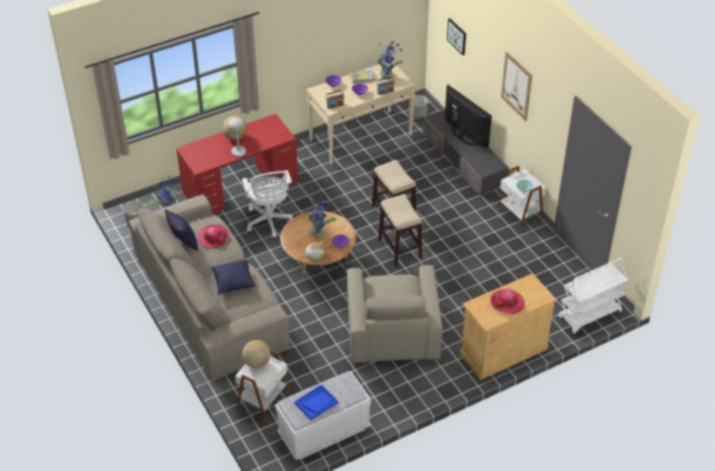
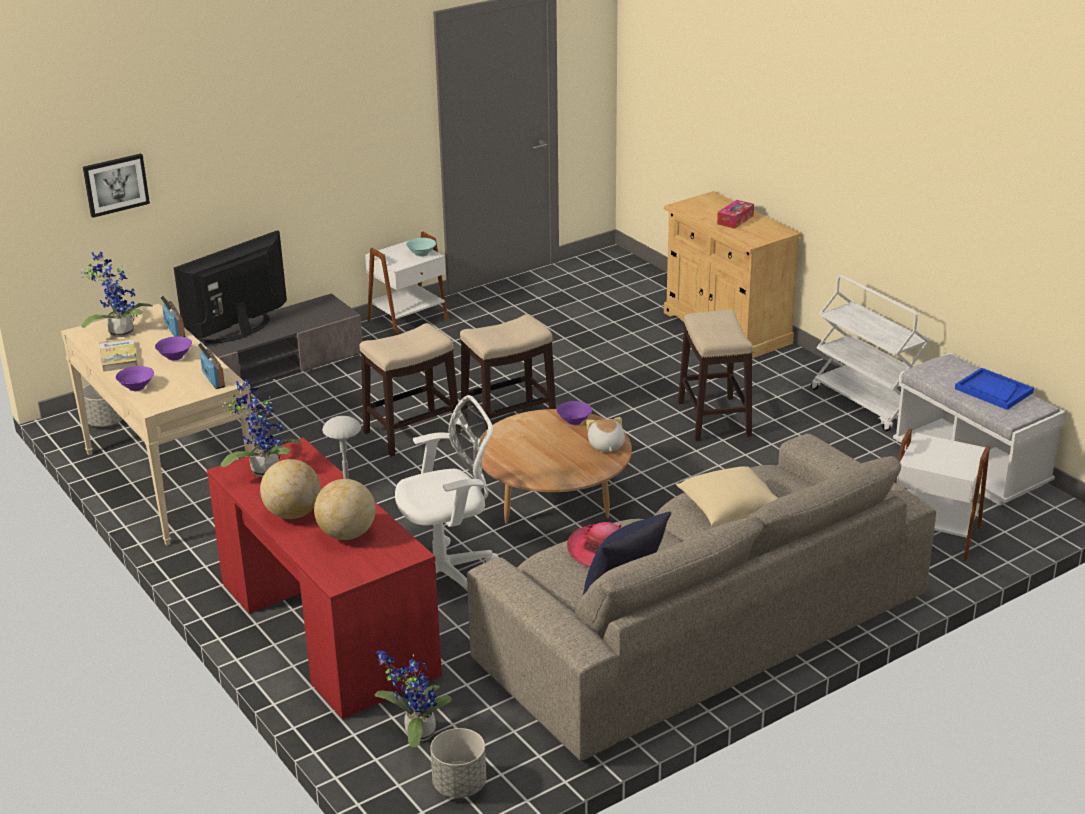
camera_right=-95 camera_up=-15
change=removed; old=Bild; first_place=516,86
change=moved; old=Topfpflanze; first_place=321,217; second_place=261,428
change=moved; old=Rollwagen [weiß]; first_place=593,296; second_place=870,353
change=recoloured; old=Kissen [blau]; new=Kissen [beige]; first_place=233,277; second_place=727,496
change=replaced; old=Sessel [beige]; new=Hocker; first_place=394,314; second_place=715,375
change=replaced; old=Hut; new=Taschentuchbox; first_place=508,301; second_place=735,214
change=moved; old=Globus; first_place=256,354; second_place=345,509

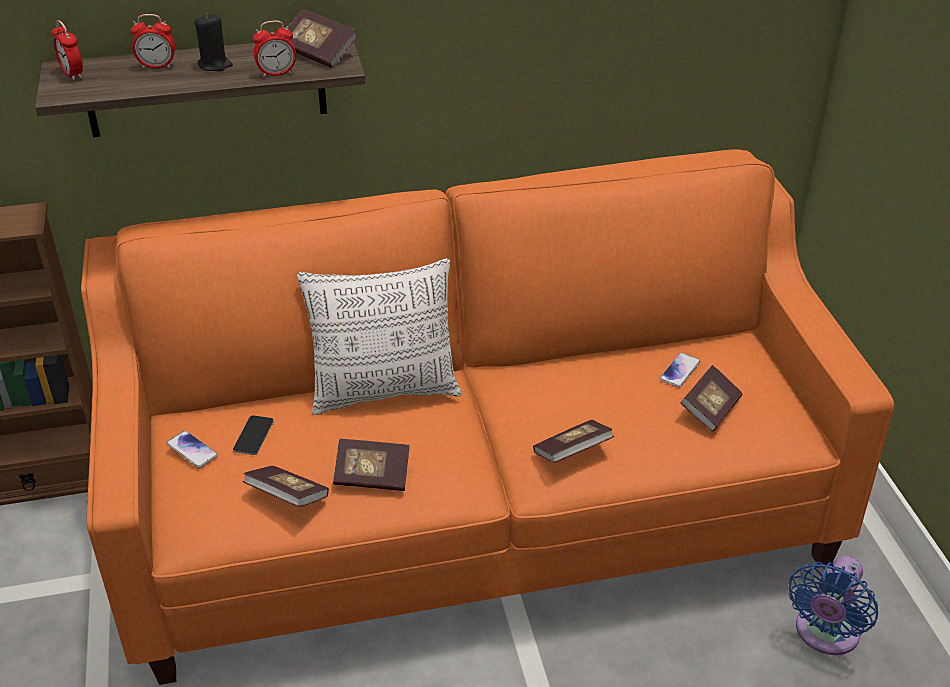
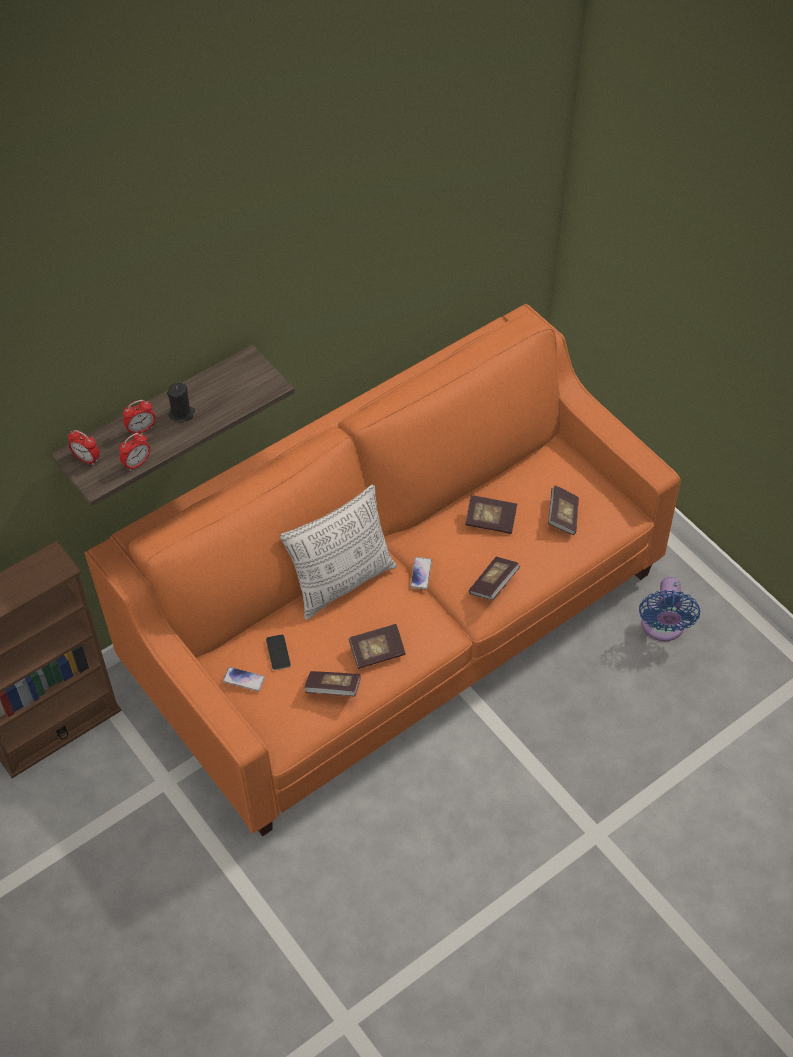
camera_right=-25 camera_up=15
change=moved; old=Buch; first_place=322,38; second_place=491,514
change=moved; old=Wecker; first_place=274,49; second_place=134,452
change=moved; old=Handy; first_place=679,370; second_place=421,573

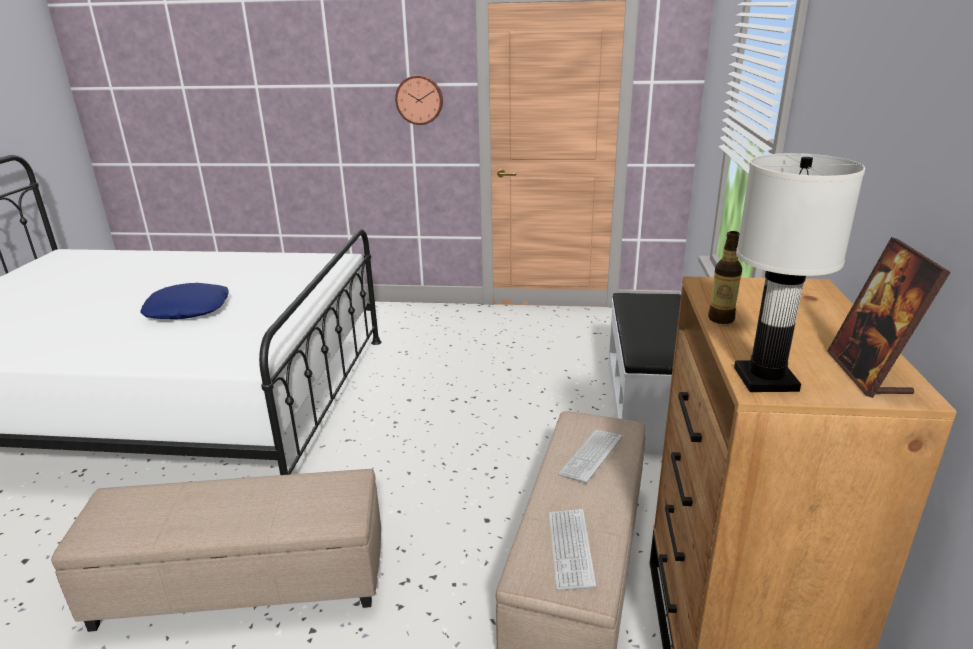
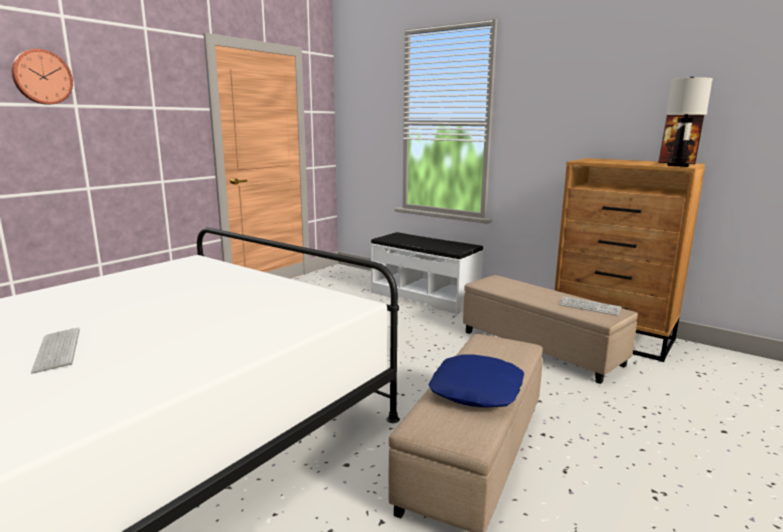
camera_right=-60 camera_up=-10
change=moved; old=Wanduhr; first_place=419,100; second_place=42,77
change=removed; old=Flasche; first_place=725,277
change=moved; old=Kissen [blau]; first_place=184,301; second_place=476,381
change=moved; old=Tastatur; first_place=590,456; second_place=55,350

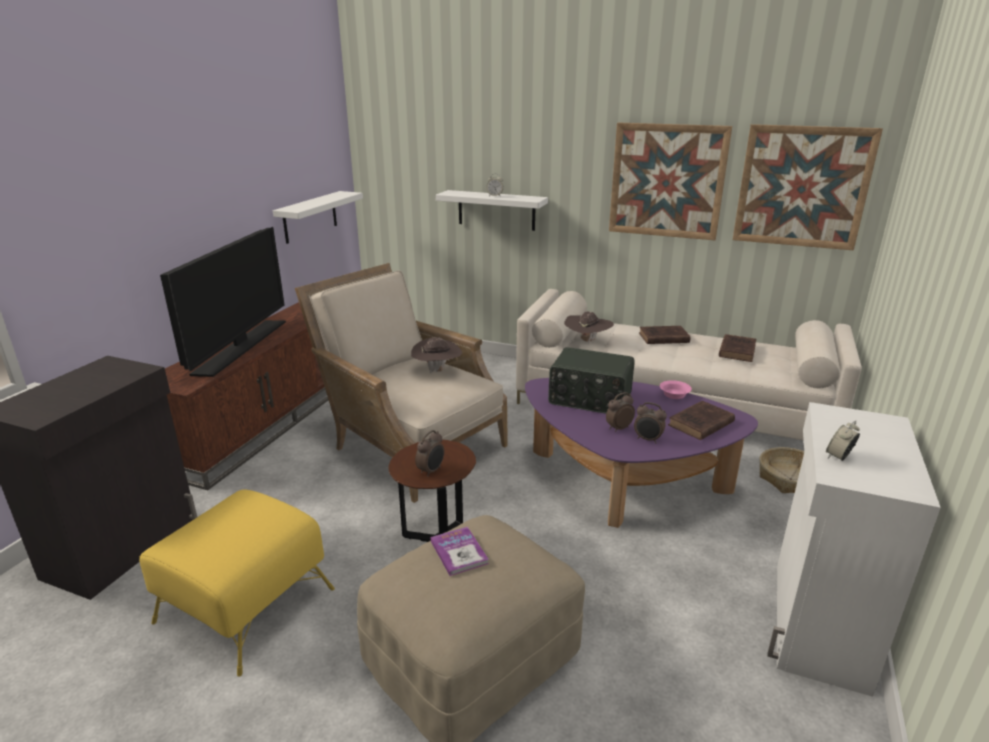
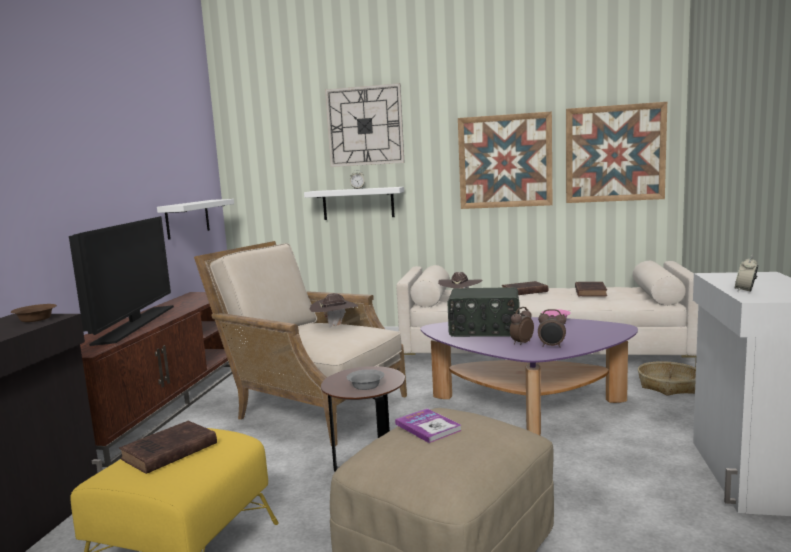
camera_right=-10 camera_up=-15
change=moved; old=Buch [braun]; first_place=701,420; second_place=168,447
change=replaced; old=Wecker; new=Schüssel [grau]; first_place=429,453; second_place=366,379
change=added; new=Wanduhr; second_place=365,125
change=added; new=Schüssel [braun]; second_place=34,313

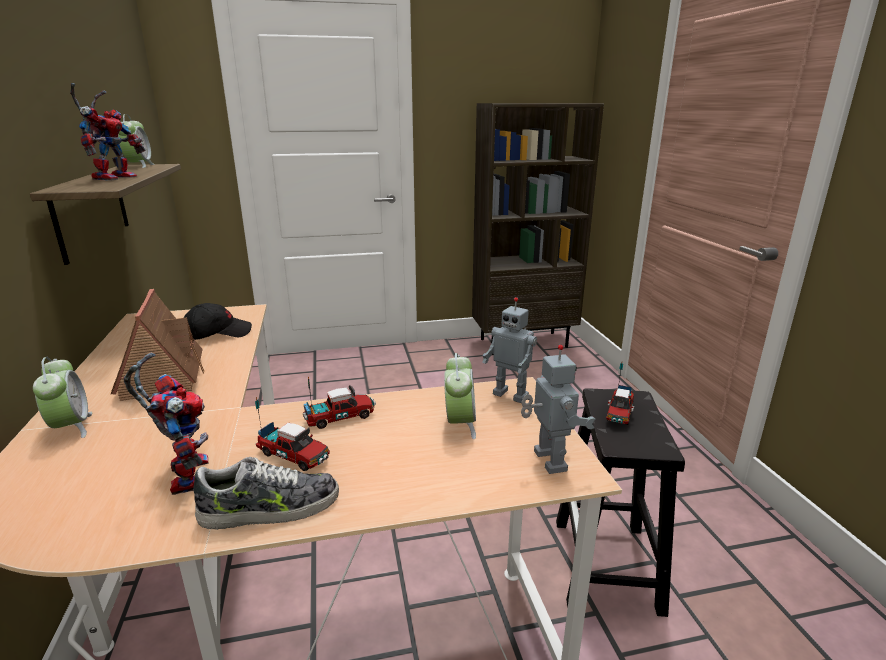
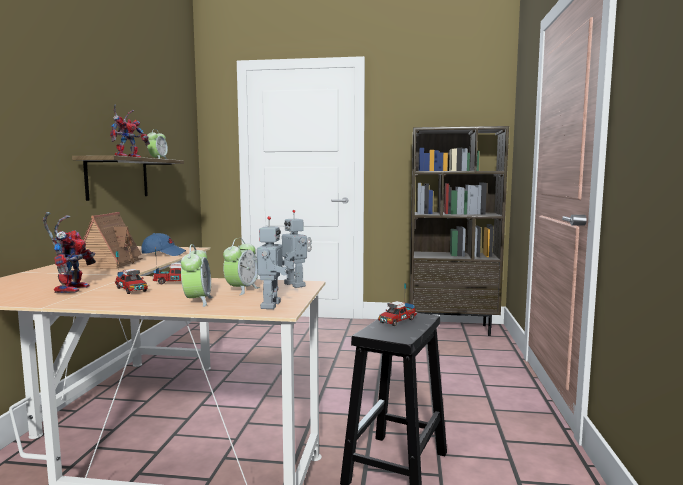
camera_right=20 camera_up=-15
change=recoloured; old=Kappe [schwarz]; new=Kappe [blau]; first_place=218,321; second_place=163,244
change=moved; old=Wecker; first_place=62,397; second_place=196,275
change=removed; old=Schuh; first_place=266,493

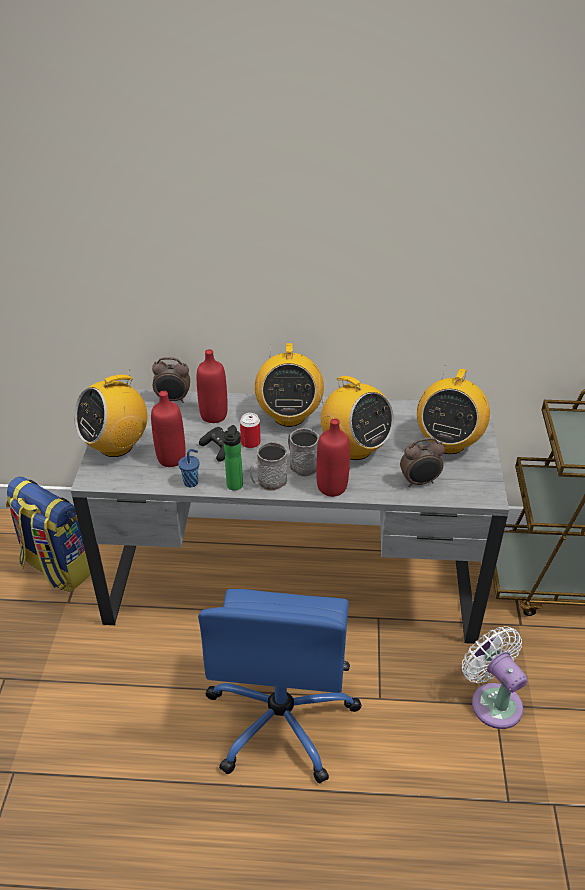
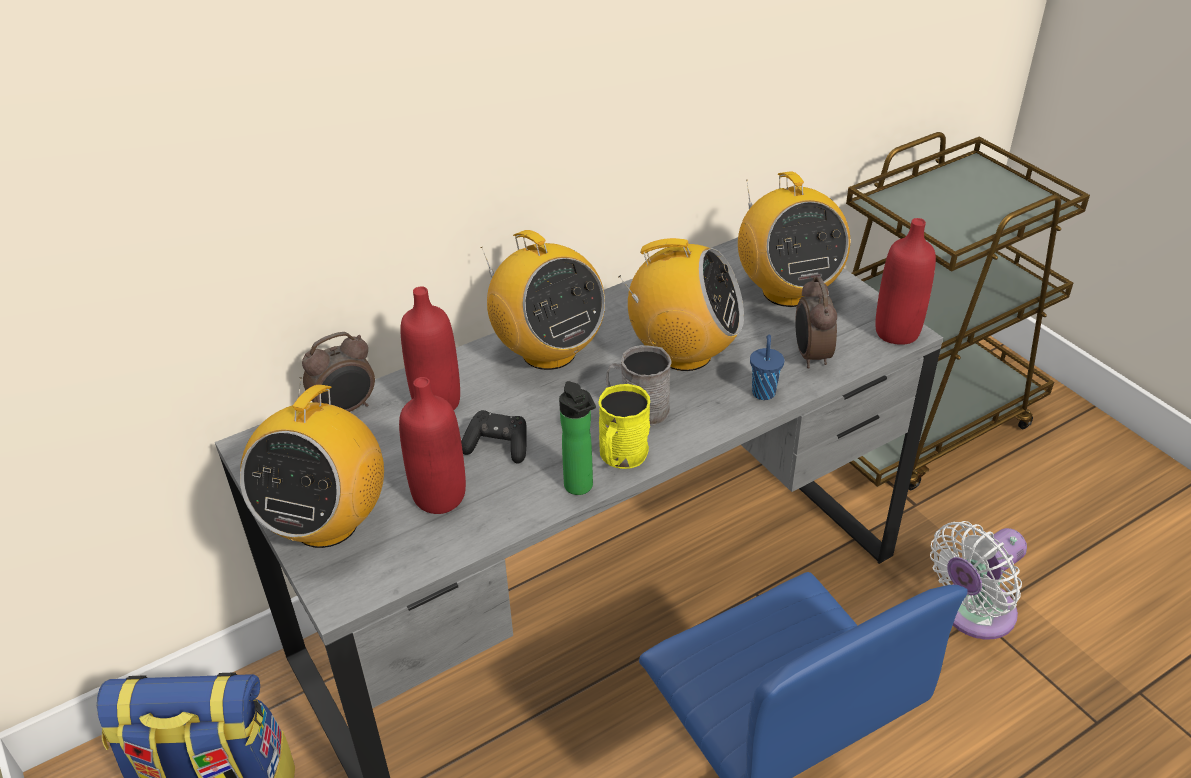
camera_right=-35 camera_up=0
change=removed; old=Dose; first_place=250,430
change=moved; old=Flasche [rot]; first_place=333,457; second_place=905,281
change=turned; old=Wecker; first_place=422,462; second_place=816,322; degrees=135
change=recoloured; old=Henkelbecher [grau]; new=Henkelbecher [gelb]; first_place=268,466; second_place=624,426
change=moved; old=Tasse [blau]; first_place=188,468; second_place=767,367
change=turned; old=Ventilator [weiß]; first_place=495,677; second_place=978,580; degrees=-60

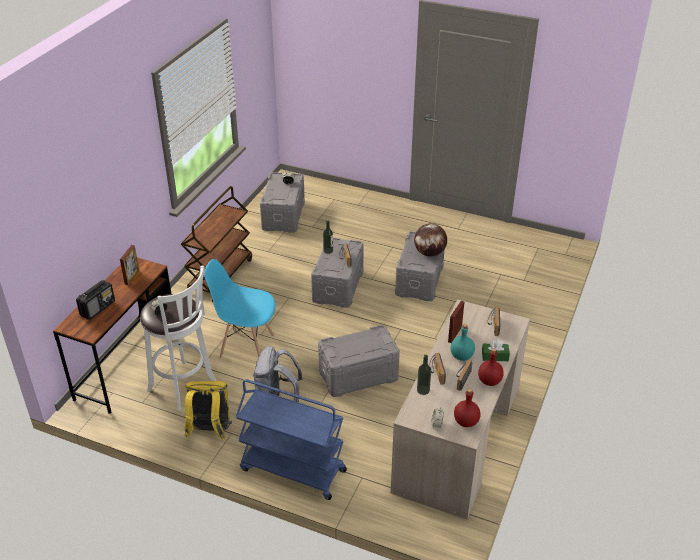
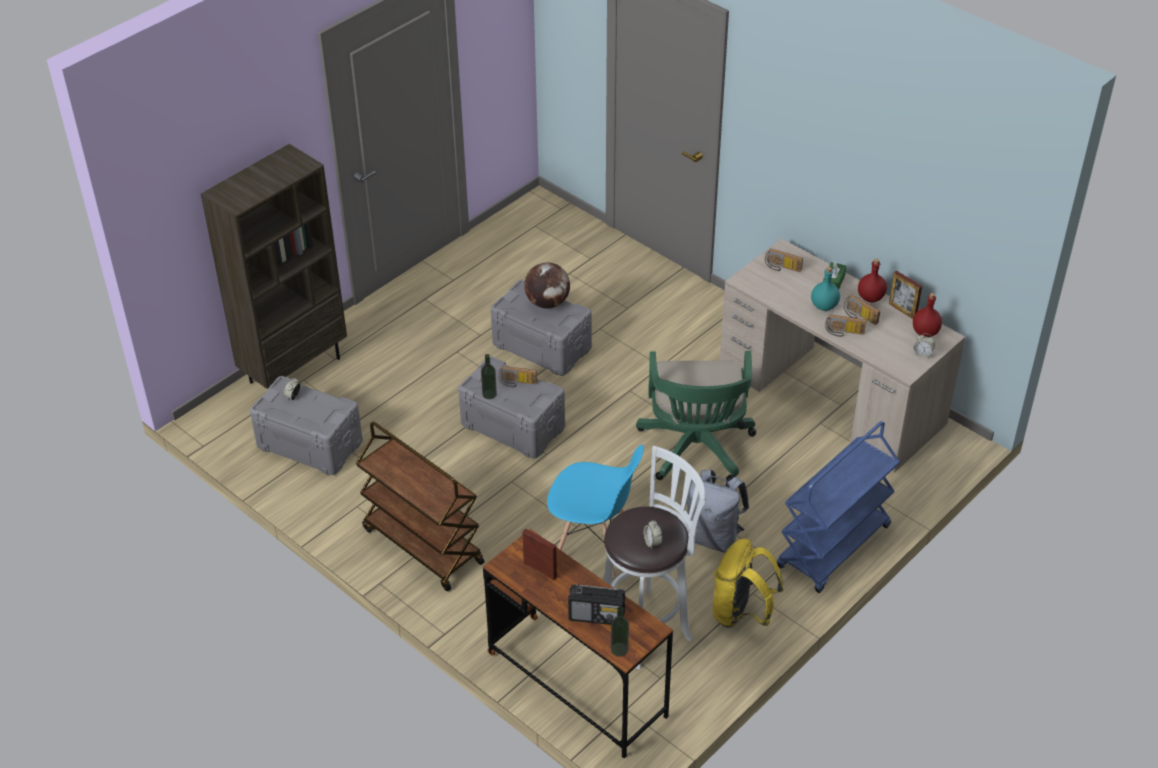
camera_right=-70 camera_up=5
change=turned; old=Stuhl [blau]; first_place=239,309; second_place=595,511; degrees=-105
change=turned; old=Radio; first_place=95,300; second_place=596,604; degrees=135
change=moved; old=Bilderrahmen; first_place=456,322; second_place=905,295
change=replaced; old=Aufbewahrungsbox [grau]; new=Bürostuhl [grün]; first_place=359,361; second_place=696,416
change=moved; old=Flasche; first_place=424,375; second_place=620,631
change=added; new=Bücherregal [braun]; second_place=274,266

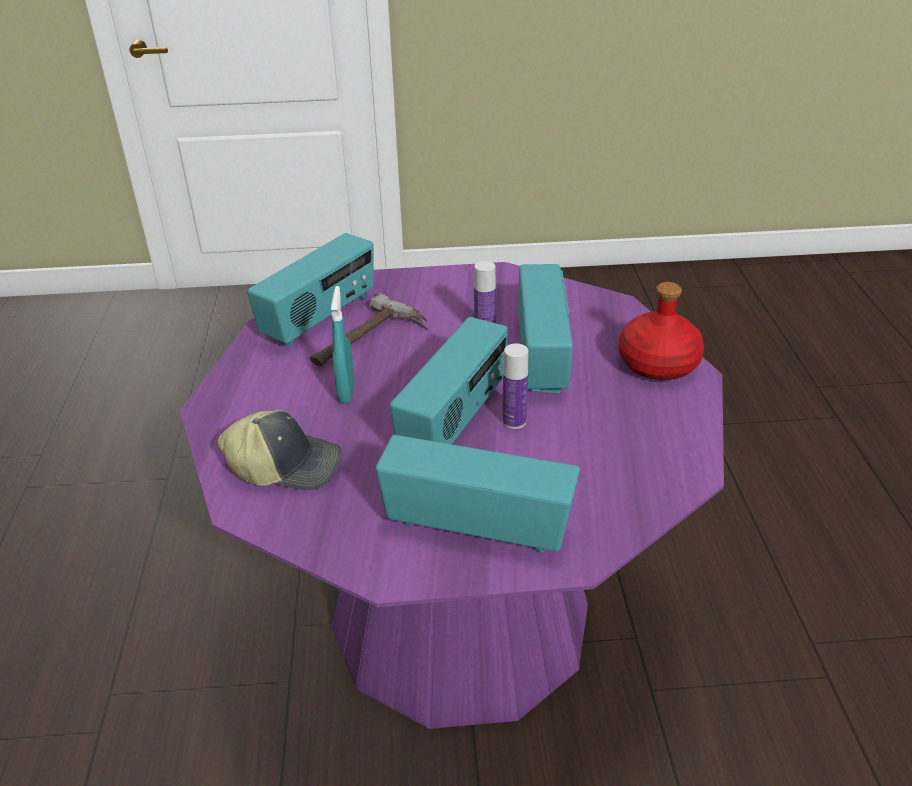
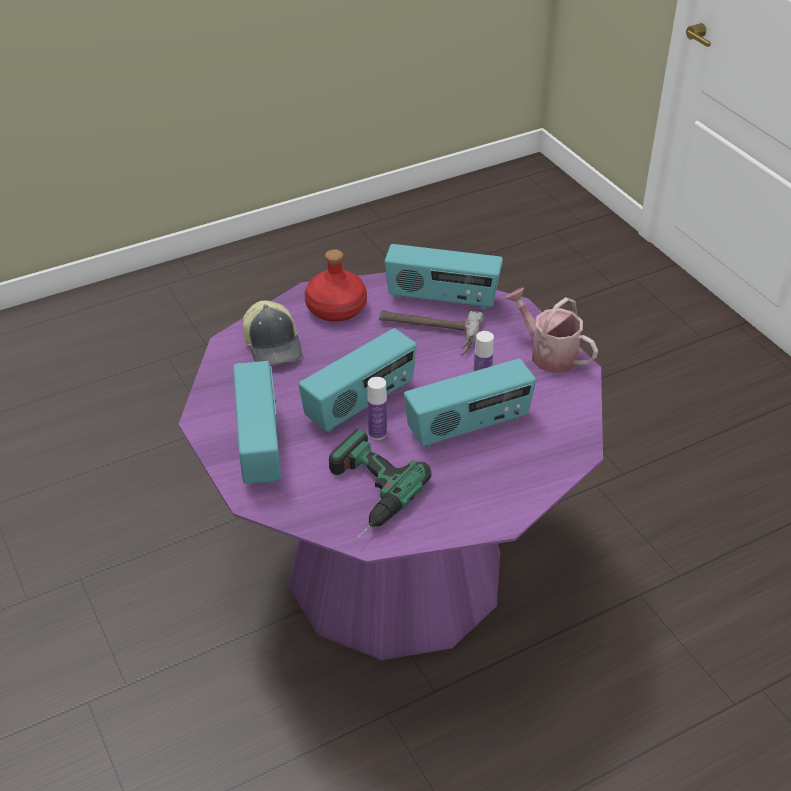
camera_right=65 camera_up=5
change=moved; old=Flasche [rot]; first_place=661,331; second_place=336,285
change=removed; old=Sprühflasche [türkis]; first_place=342,345
change=turned; old=Radio; first_place=449,380; second_place=358,380; degrees=-45
change=added; new=Gießkanne; second_place=551,330
change=added; new=Bohrmaschine; second_place=380,484

